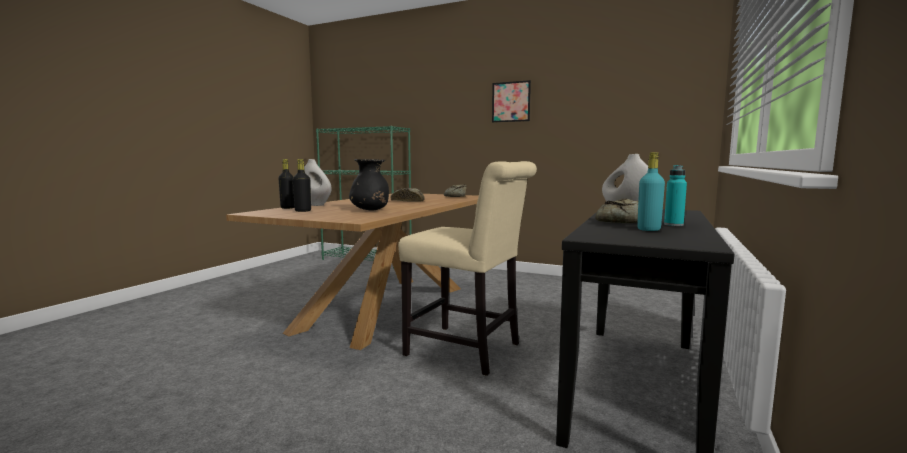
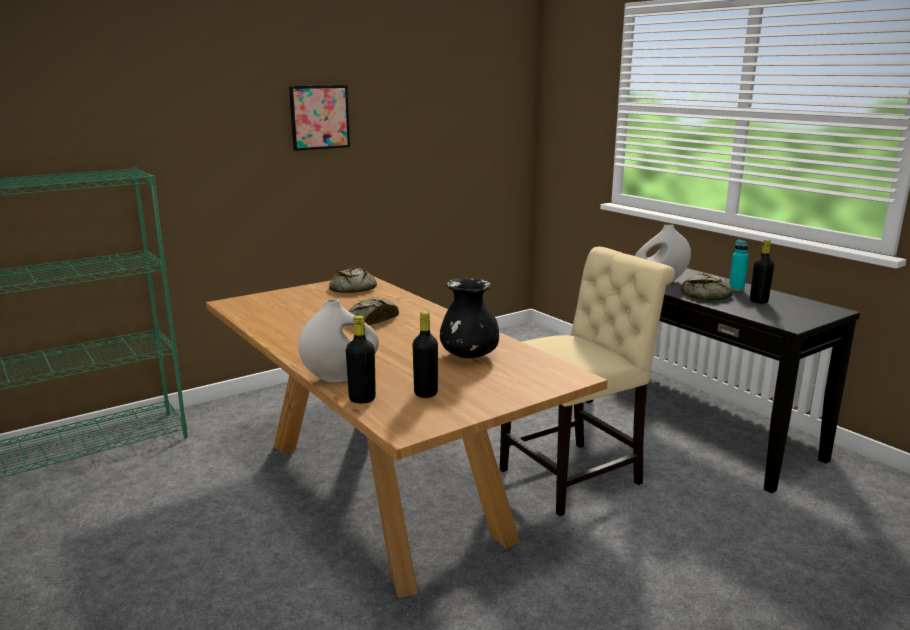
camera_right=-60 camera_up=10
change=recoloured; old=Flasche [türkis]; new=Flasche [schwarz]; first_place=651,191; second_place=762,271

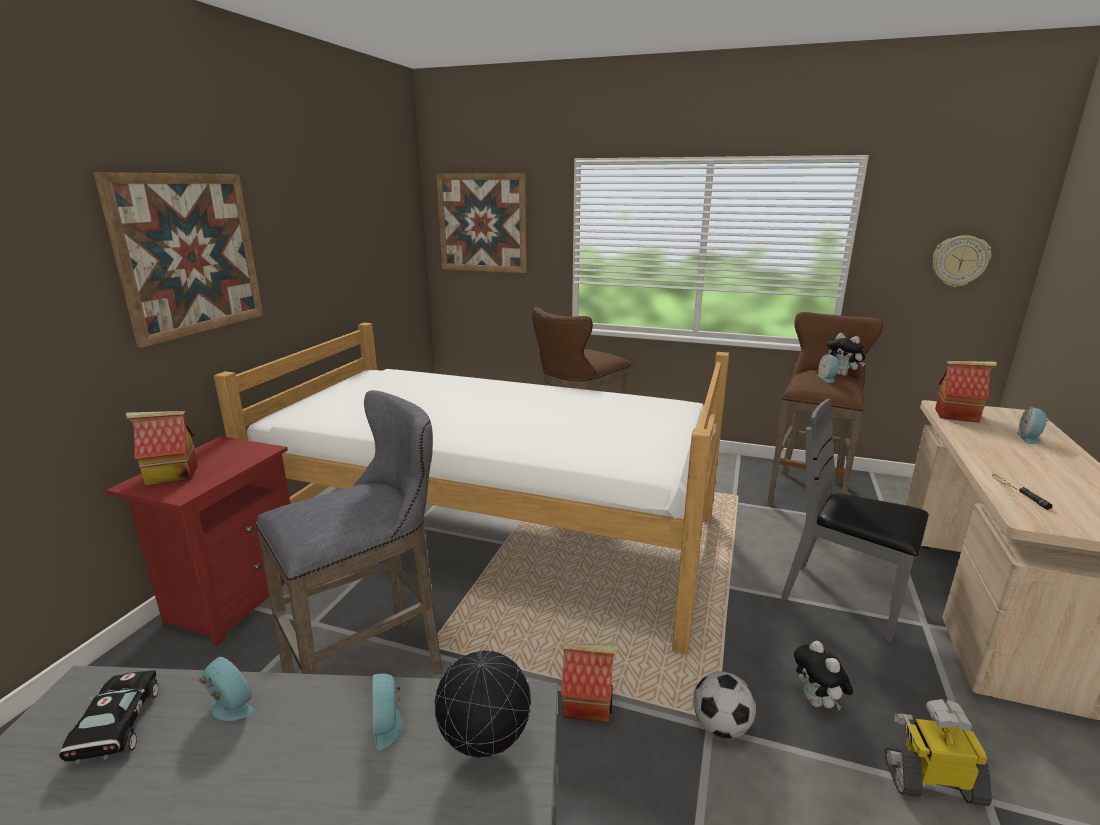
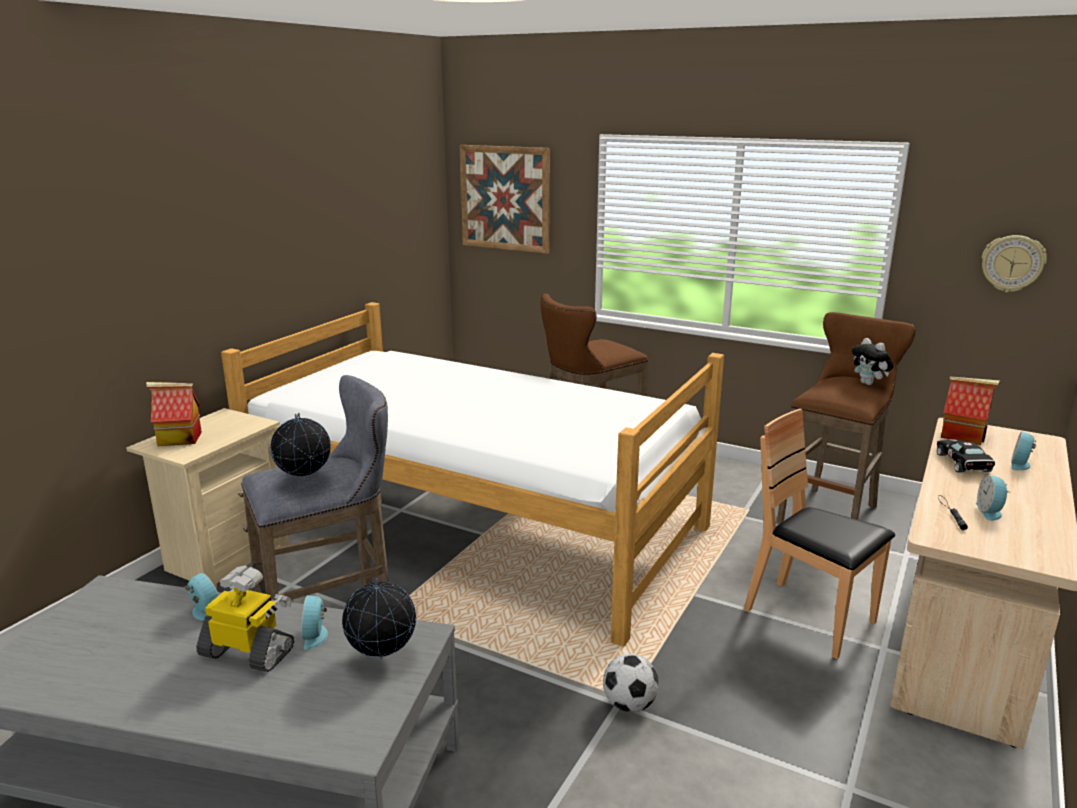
camera_right=10 camera_up=0
change=removed; old=Bild; first_place=178,260
change=moved; old=Wecker; first_place=829,368; second_place=993,498
change=recoloured; old=Stuhl [grau]; new=Stuhl [braun]; first_place=855,520; second_place=819,534
change=recoloured; old=Nachttisch [rot]; new=Nachttisch [beige]; first_place=198,541; second_place=207,498
change=removed; old=Plüschtier; first_place=823,676
change=removed; old=Spielzeughaus; first_place=589,683
change=moved; old=Spielzeugauto [schwarz]; first_place=109,717; second_place=966,455
change=moved; old=Spielzeugroboter; first_place=938,752; second_place=245,618
change=added; new=Globus; second_place=300,447

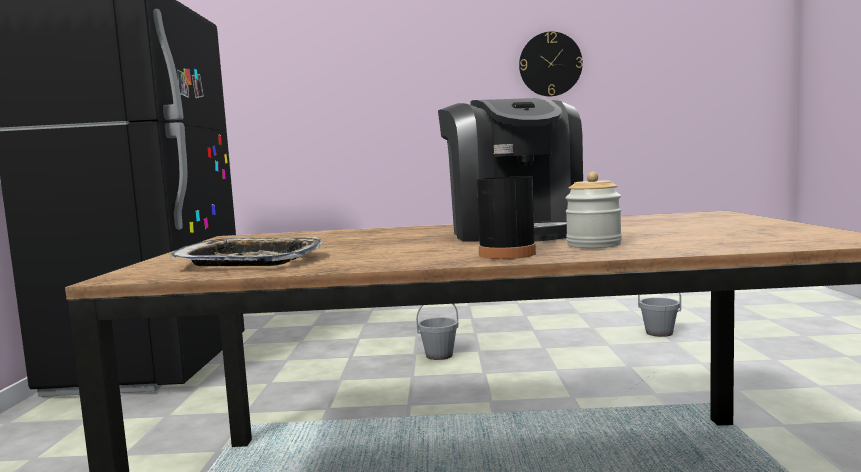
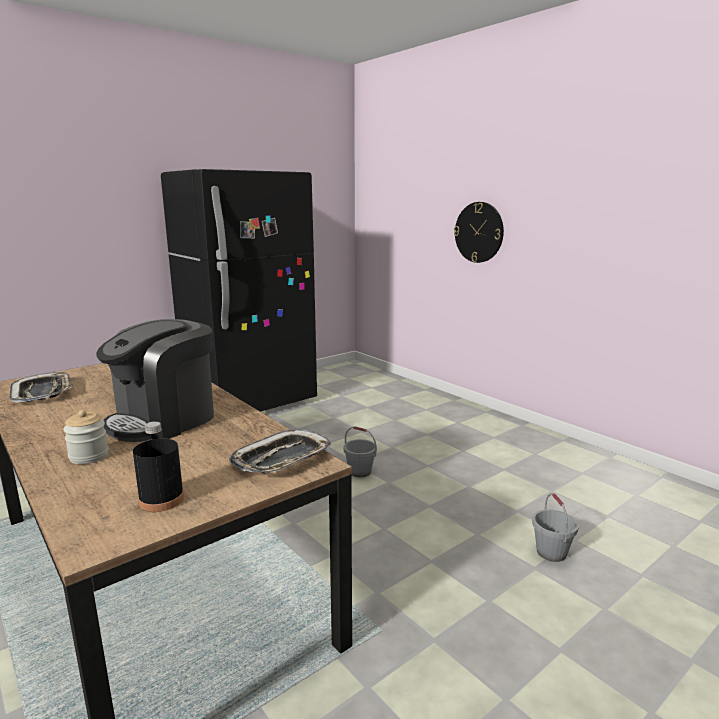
camera_right=50 camera_up=10
change=moved; old=Wanduhr; first_place=551,64; second_place=479,232
change=moved; old=Flasche [schwarz]; first_place=506,201; second_place=158,466
change=added; new=Tablett; second_place=280,451

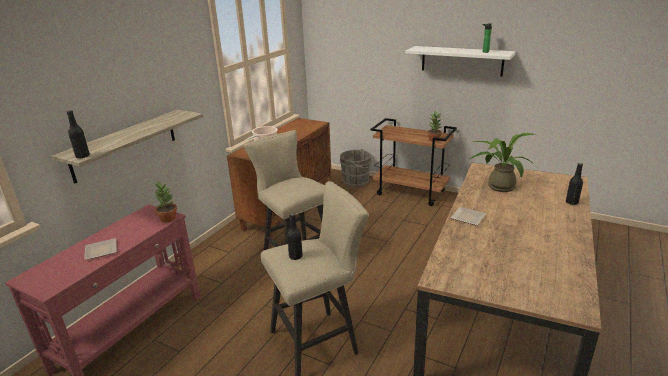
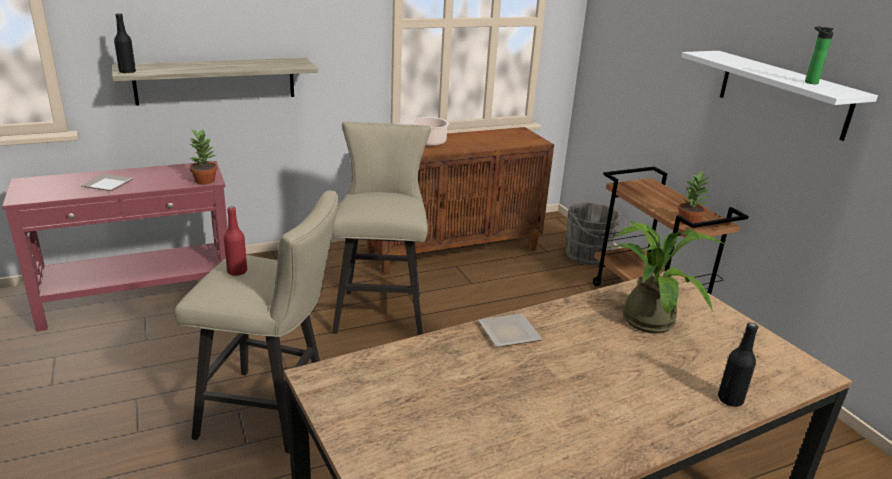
camera_right=35 camera_up=0
change=recoloured; old=Flasche [schwarz]; new=Flasche [rot]; first_place=295,236; second_place=235,241

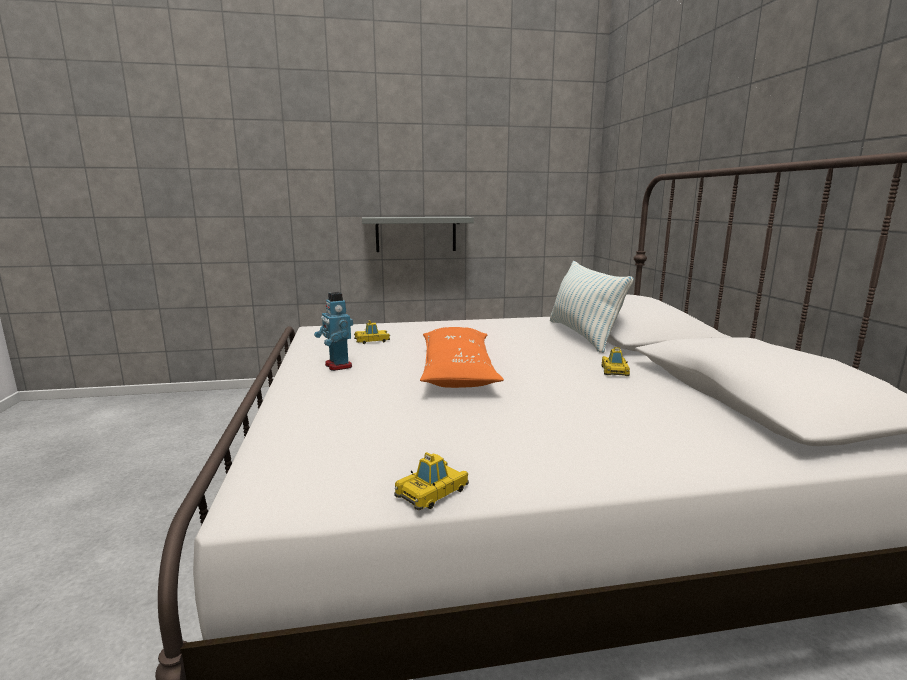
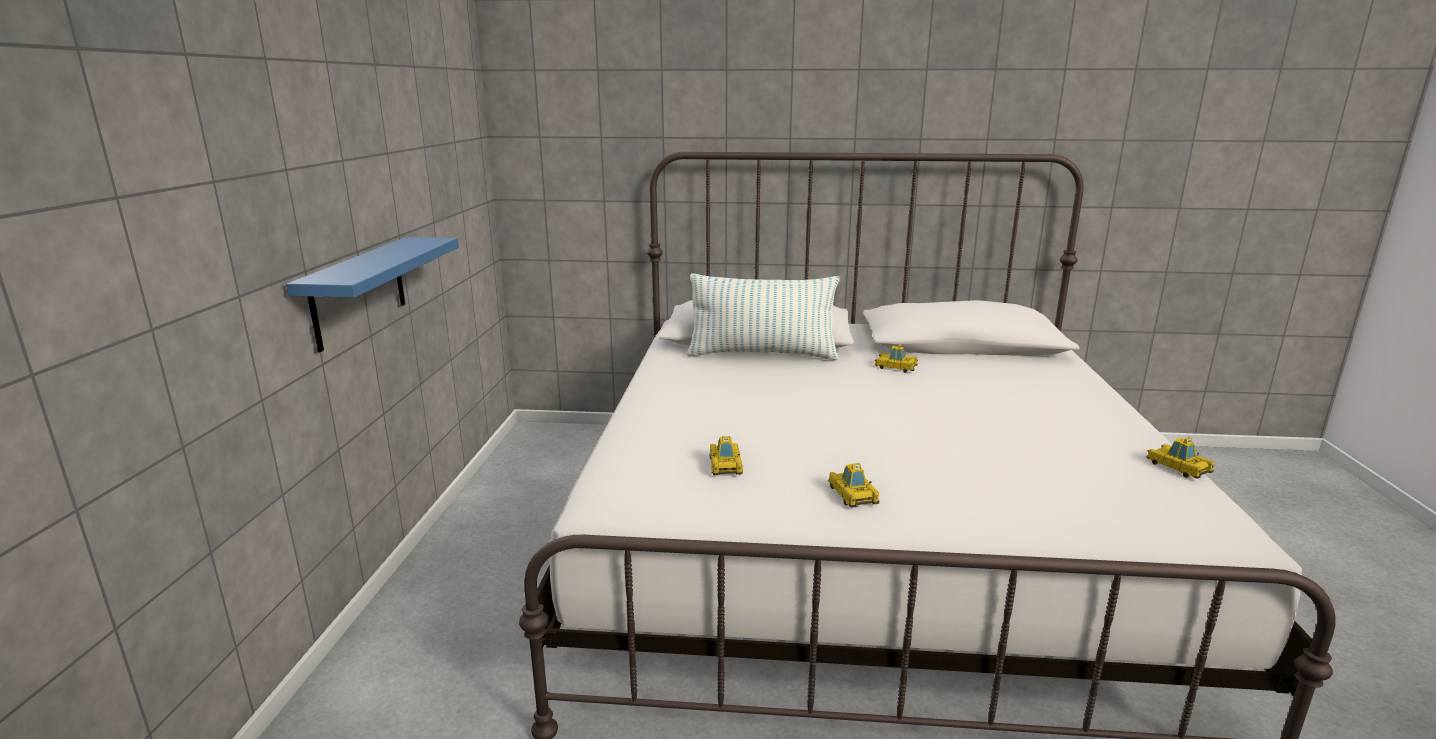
camera_right=-75 camera_up=5
change=recoloured; old=Wandregal [grau]; new=Wandregal [blau]; first_place=418,234; second_place=372,294
change=replaced; old=Spielzeugroboter; new=Spielzeugauto; first_place=333,331; second_place=854,485
change=removed; old=Kissen [orange]; first_place=462,357

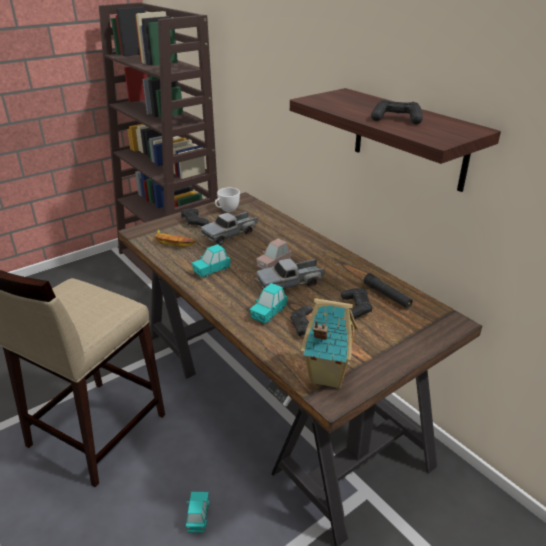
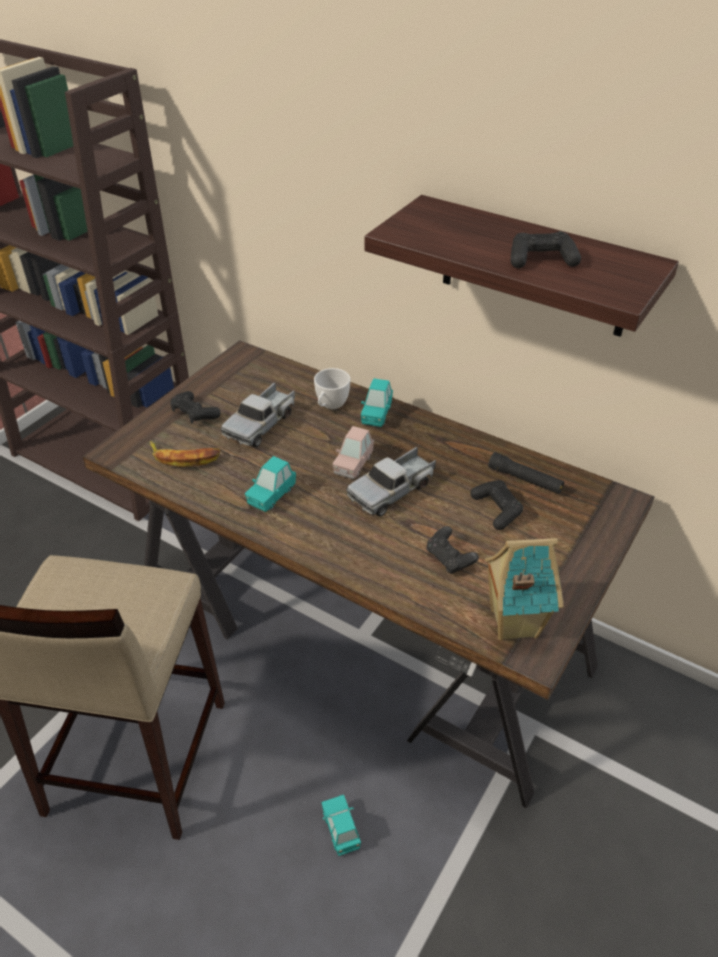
camera_right=-20 camera_up=10
change=moved; old=Tasse [weiß]; first_place=227,200; second_place=332,388
change=moved; old=Spielzeugauto [türkis]; first_place=268,303; second_place=377,402

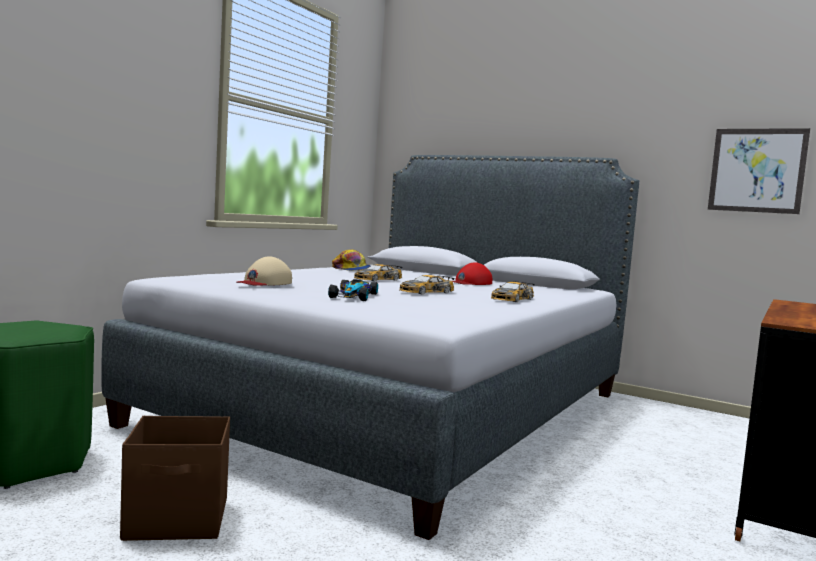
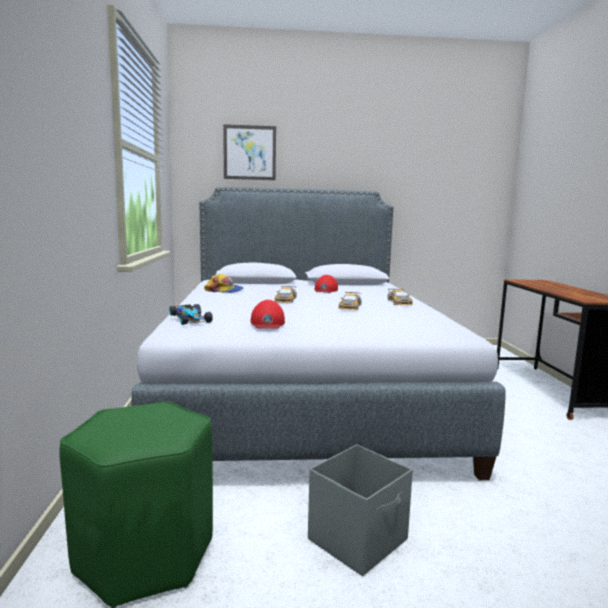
camera_right=-35 camera_up=5
change=moved; old=Bild; first_place=759,171; second_place=249,152
change=recoloured; old=Kappe [beige]; new=Kappe [rot]; first_place=264,271; second_place=267,314
change=moved; old=Spielzeugauto; first_place=353,290; second_place=191,314
change=recoloured; old=Aufbewahrungsbox [braun]; new=Aufbewahrungsbox [grau]; first_place=175,478; second_place=360,510

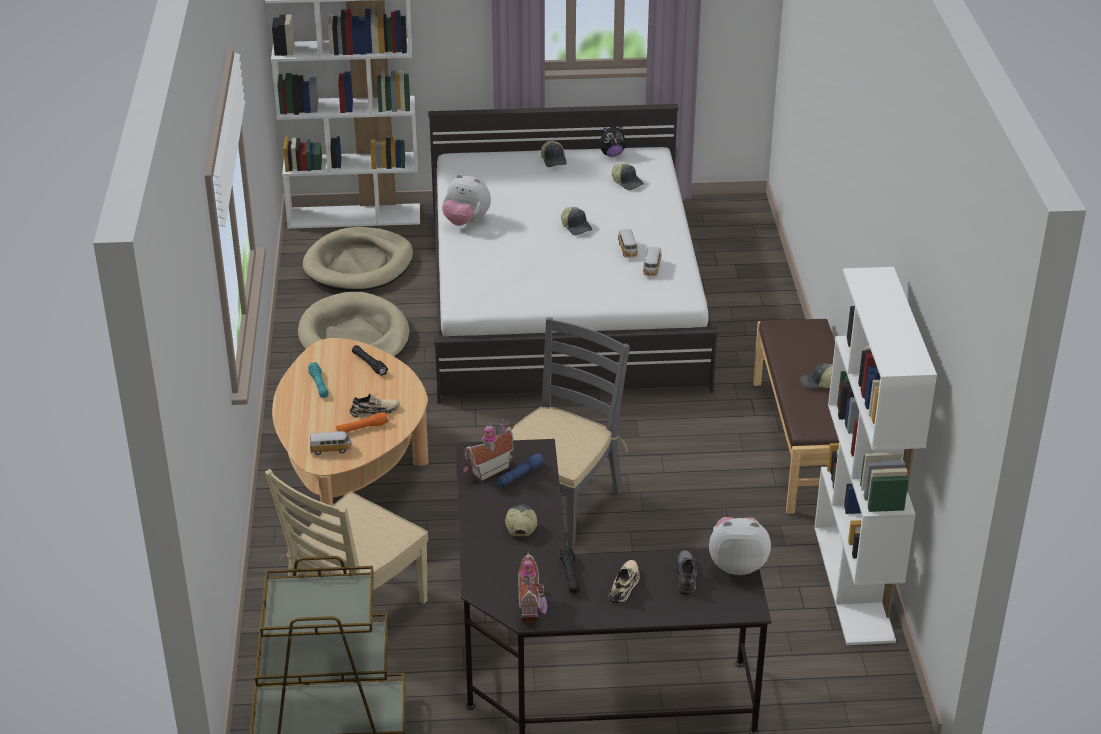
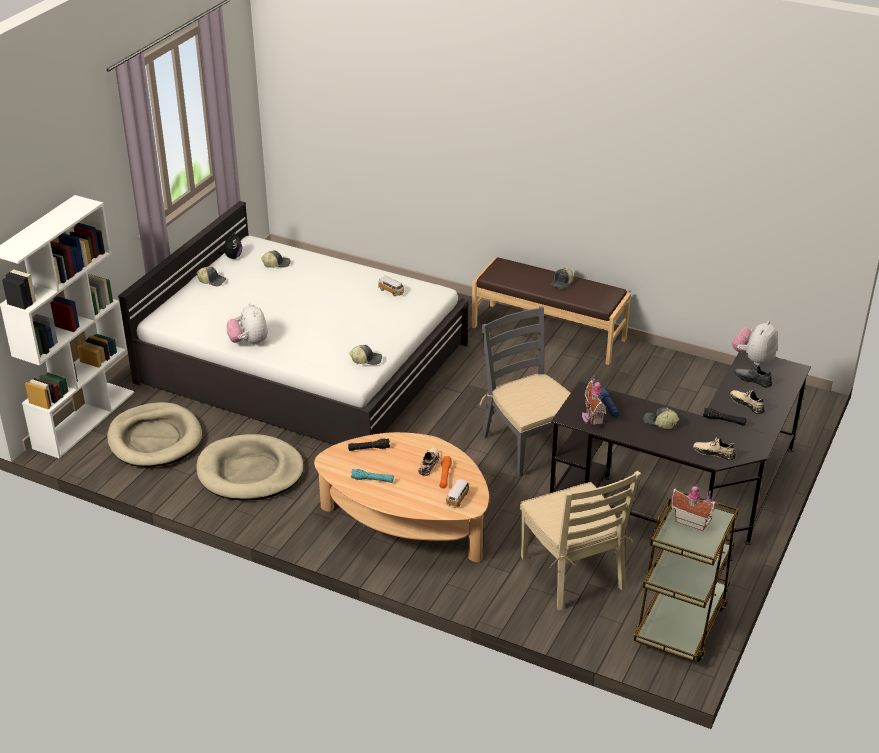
camera_right=-60 camera_up=0
change=turned; old=Plüschtier; first_place=466,200; second_place=247,324; degrees=105
change=moved; old=Kappe; first_place=576,221; second_place=366,355
change=removed; old=Spielzeugauto; first_place=628,243
change=removed; old=Bücherregal [weiß]; first_place=875,456
change=moved; old=Spielzeughaus; first_place=532,586; second_place=695,507
change=added; new=Schuh [beige]; second_place=714,449

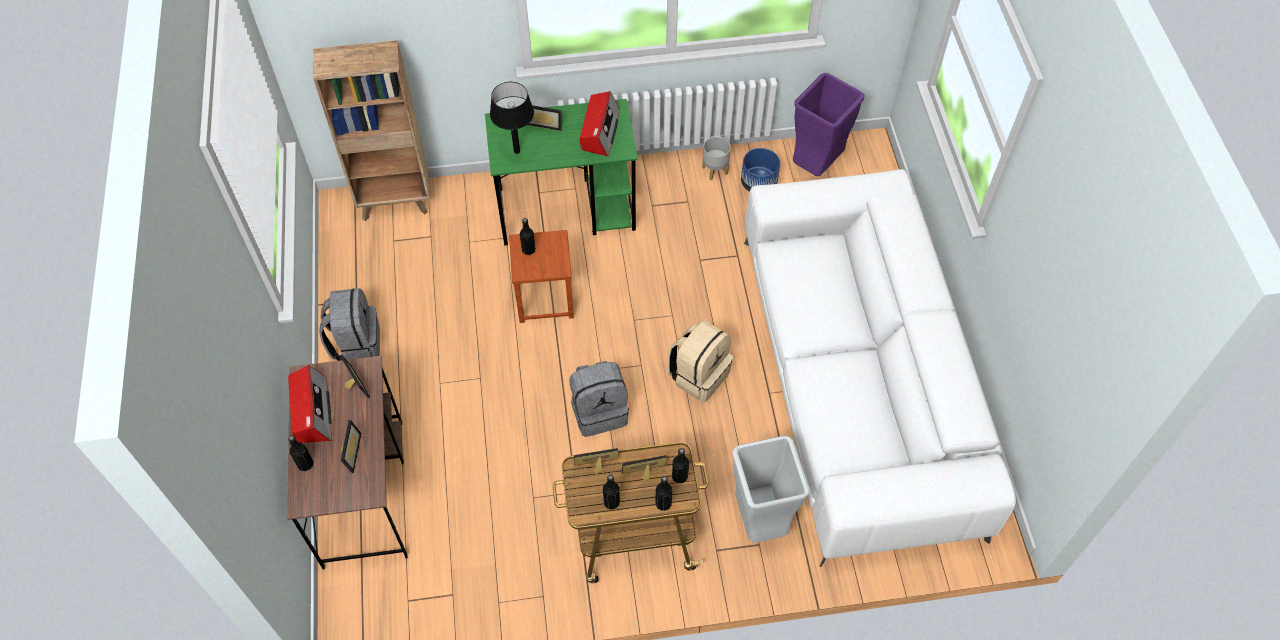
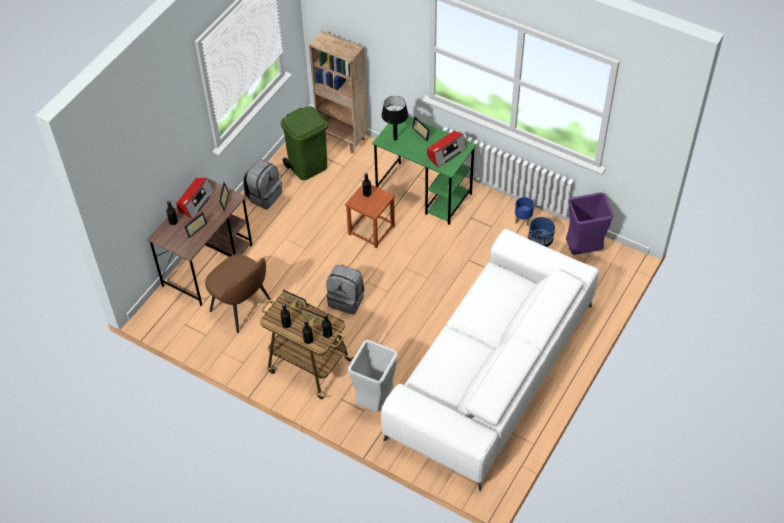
camera_right=40 camera_up=-5
change=recoloured; old=Pflanzkübel [grau]; new=Pflanzkübel [blau]; first_place=716,158; second_place=524,211
change=removed; old=Rucksack [beige]; first_place=700,361
change=added; new=Mülleimer [grün]; second_place=304,143
change=added; new=Stuhl [braun]; second_place=238,293

